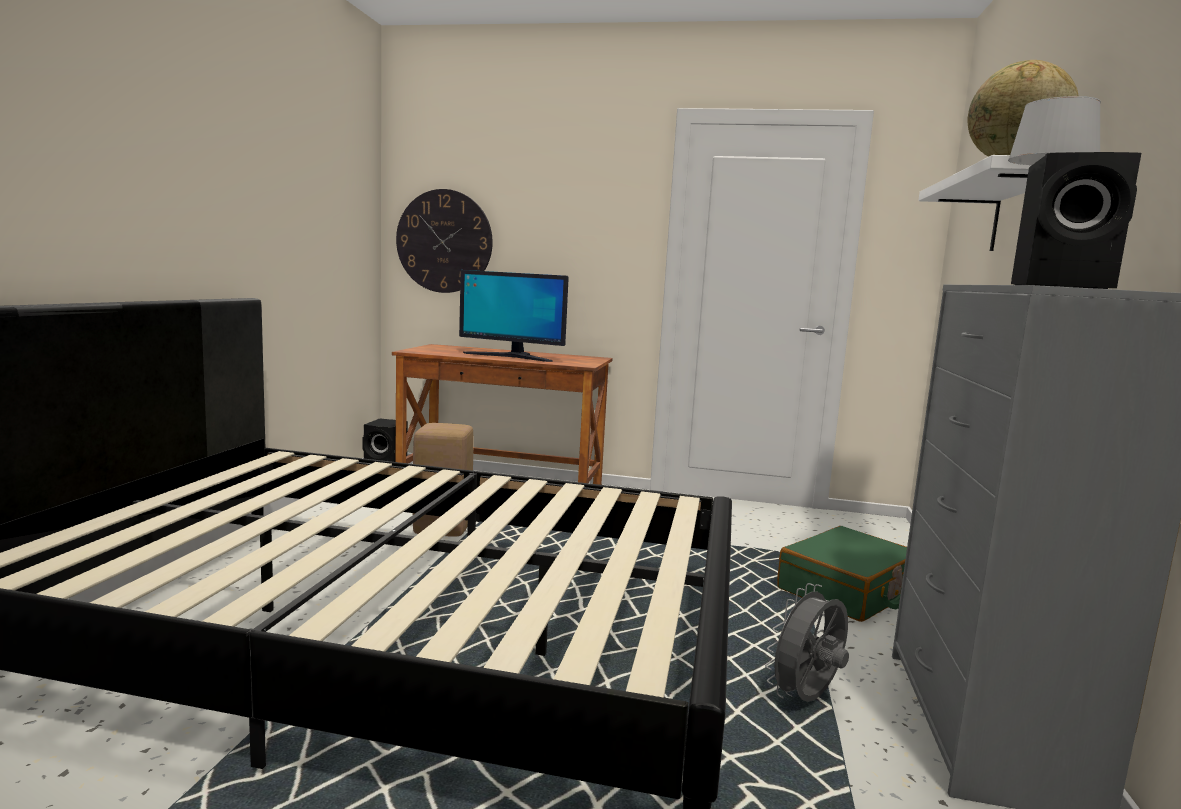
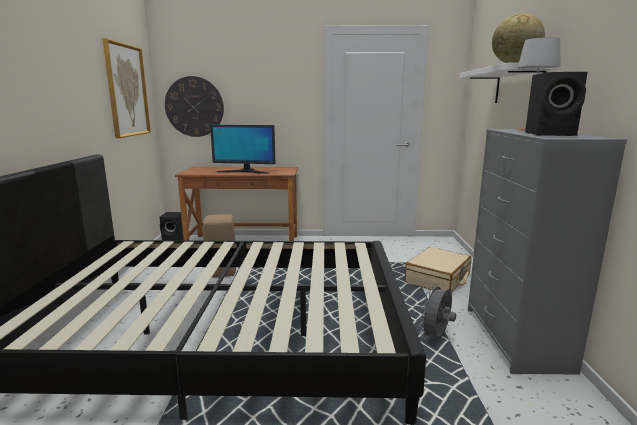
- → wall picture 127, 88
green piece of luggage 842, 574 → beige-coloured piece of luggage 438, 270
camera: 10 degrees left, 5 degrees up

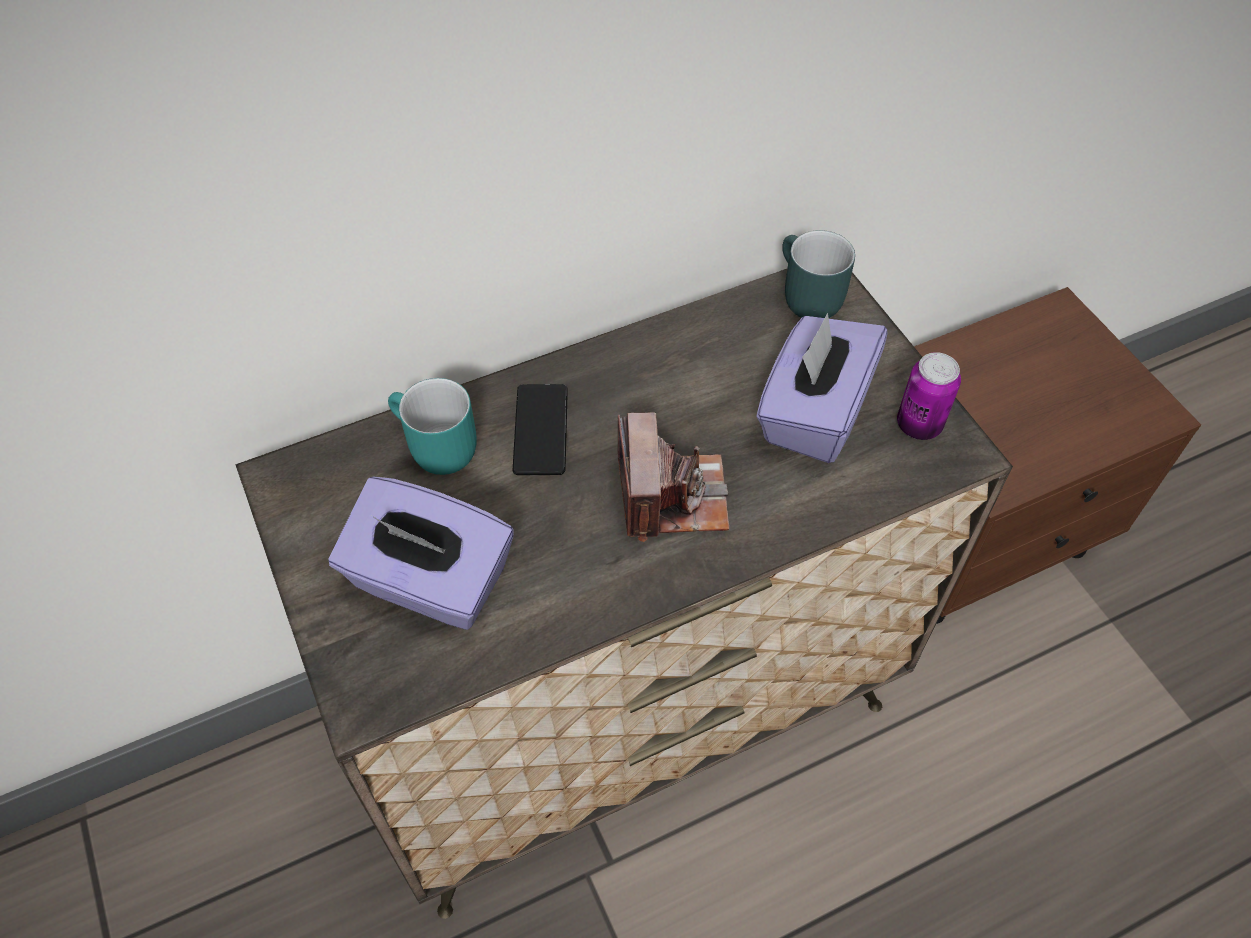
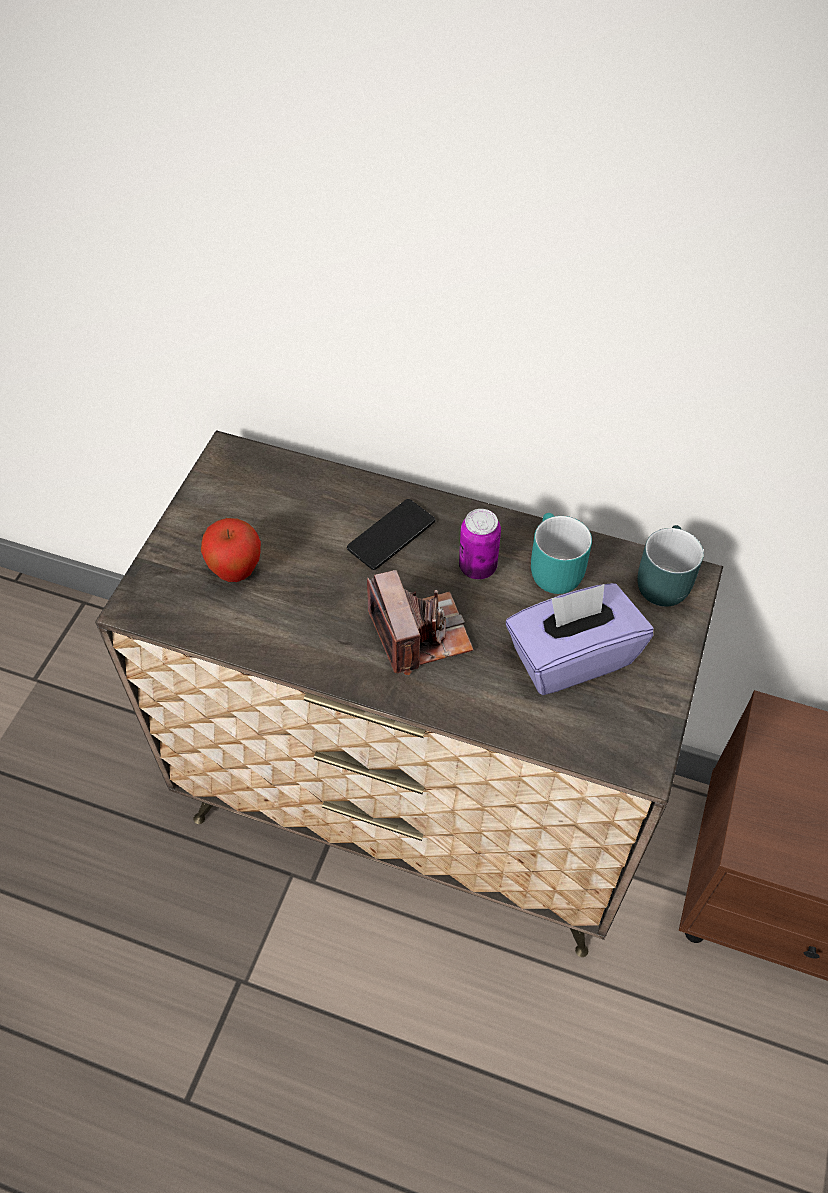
purple-coloured tissue holder 421, 553 → apple 231, 550
still camera 673, 477 → still camera 420, 622, 60 degrees counterclockwise
metal can 929, 396 → metal can 480, 544, relocated
turquoise-coloured tea mug 432, 426 → turquoise-coloured tea mug 561, 553, relocated
camera: 45 degrees right, 0 degrees up

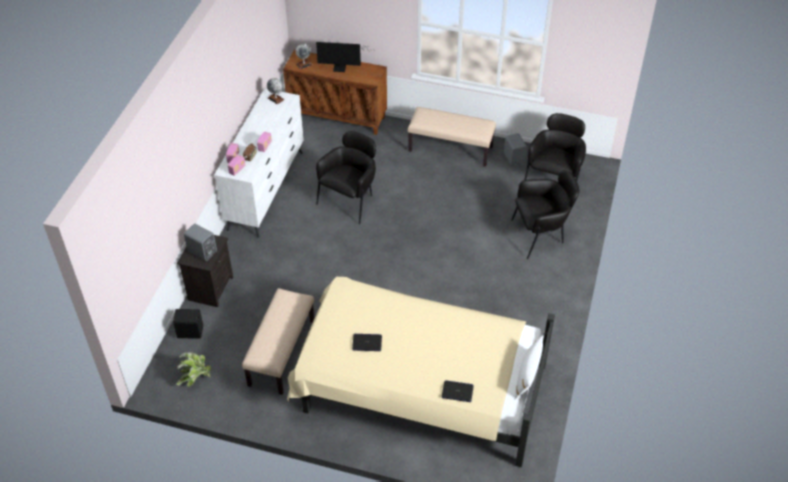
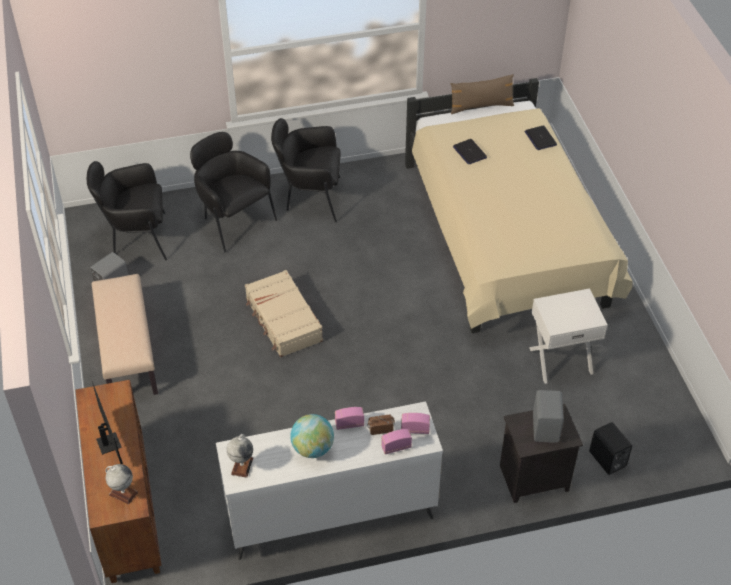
- → beige-coloured piece of luggage 284, 313
black lounge chair 346, 177 → black lounge chair 306, 170, relocated
- → desk globe 312, 436
whitish pillow 528, 367 → brownish pillow 483, 94
notebook computer 367, 342 → notebook computer 470, 151, relocated
beige-coloured indoor bench 278, 341 → whitish nightstand 568, 336
plant in a pot 193, 369 → -
camera: 120 degrees left, 0 degrees up

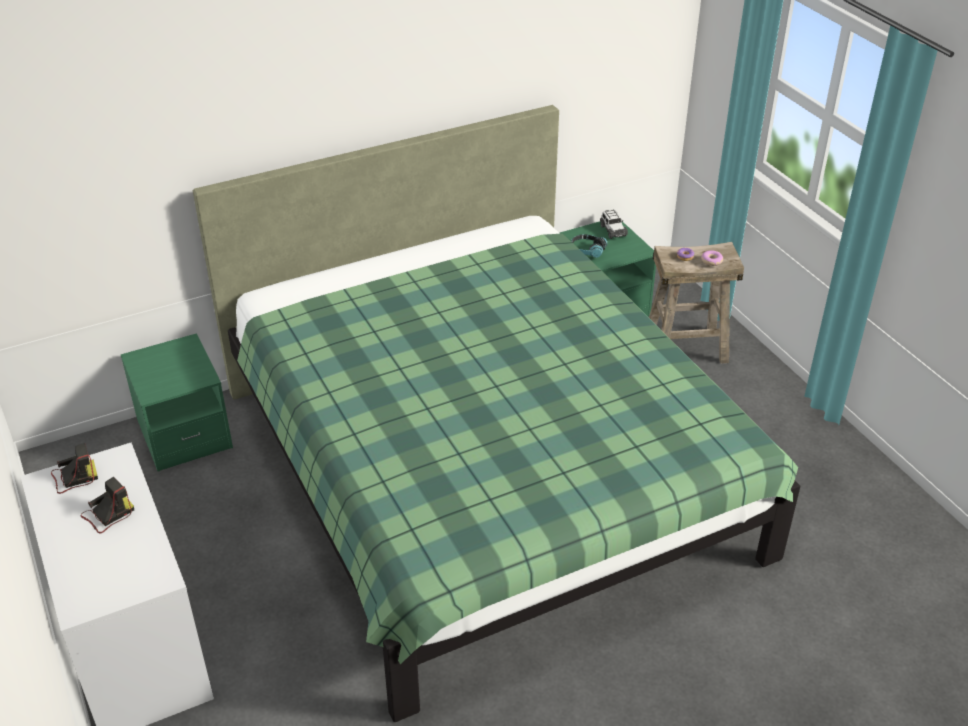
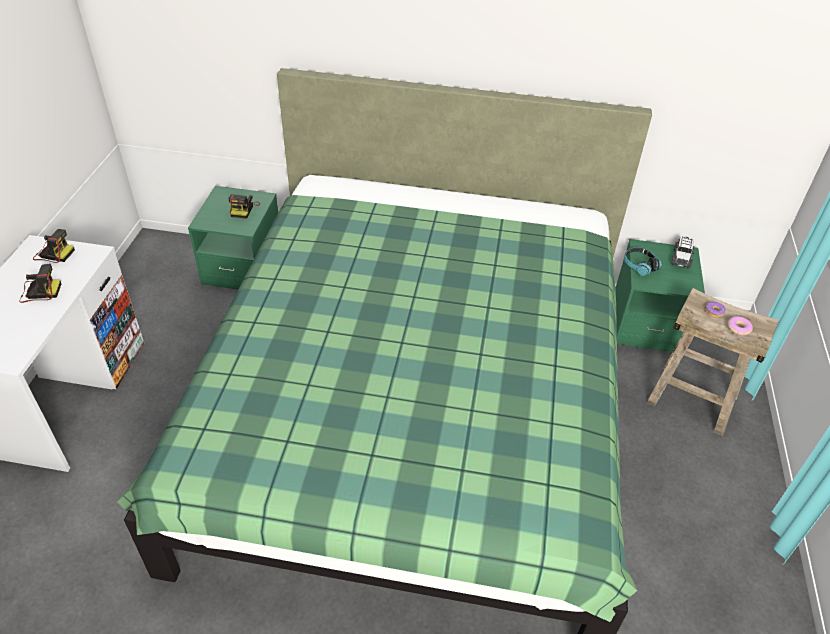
- → still camera 244, 206
camera: 35 degrees right, 5 degrees up

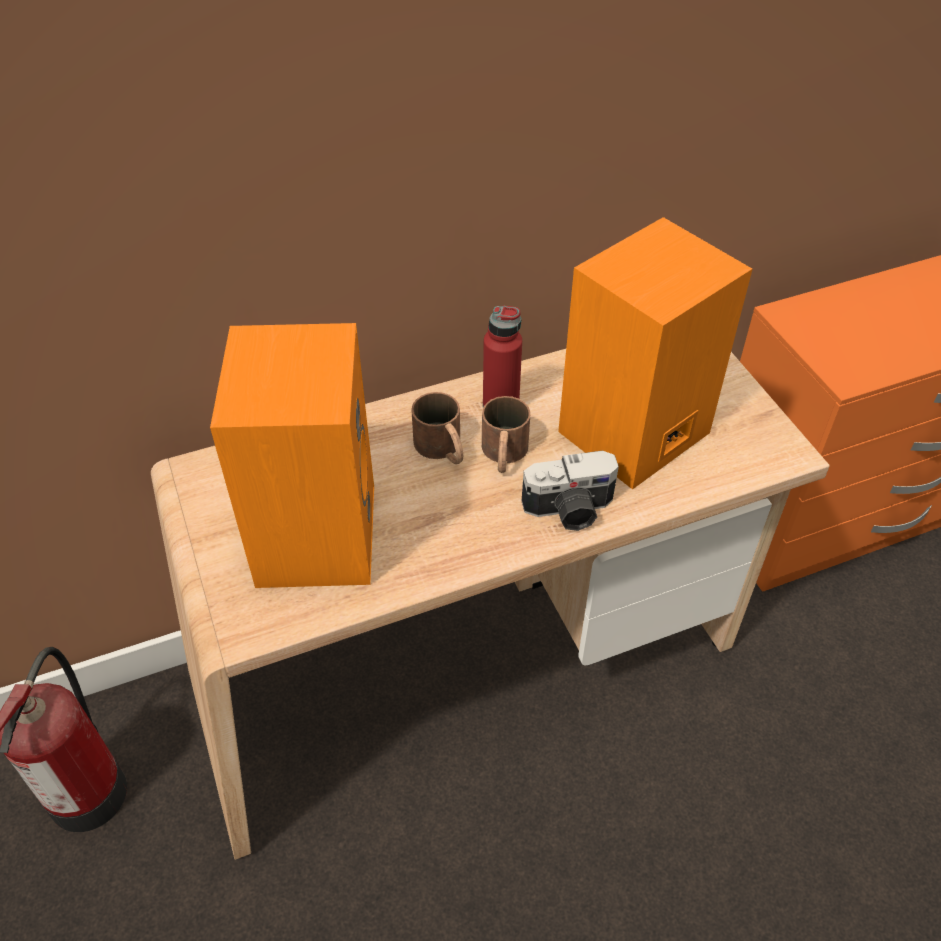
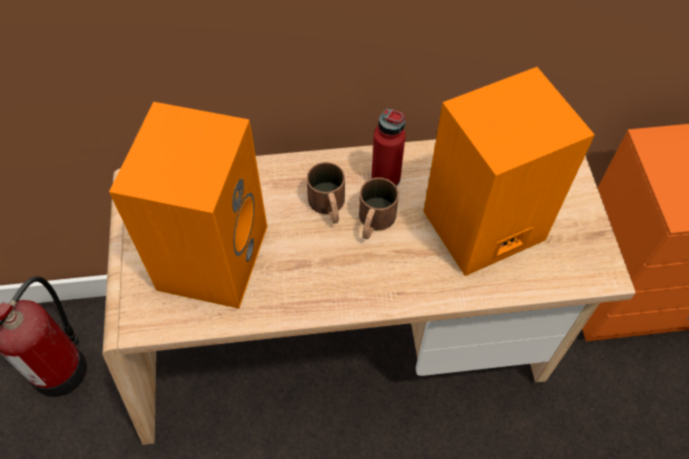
still camera 570, 490 → -
camera: 15 degrees right, 10 degrees up

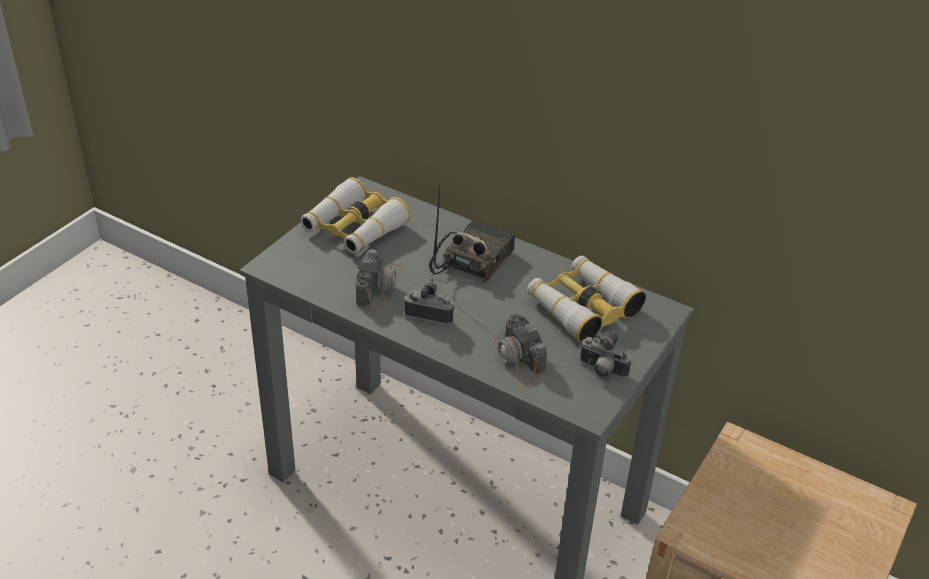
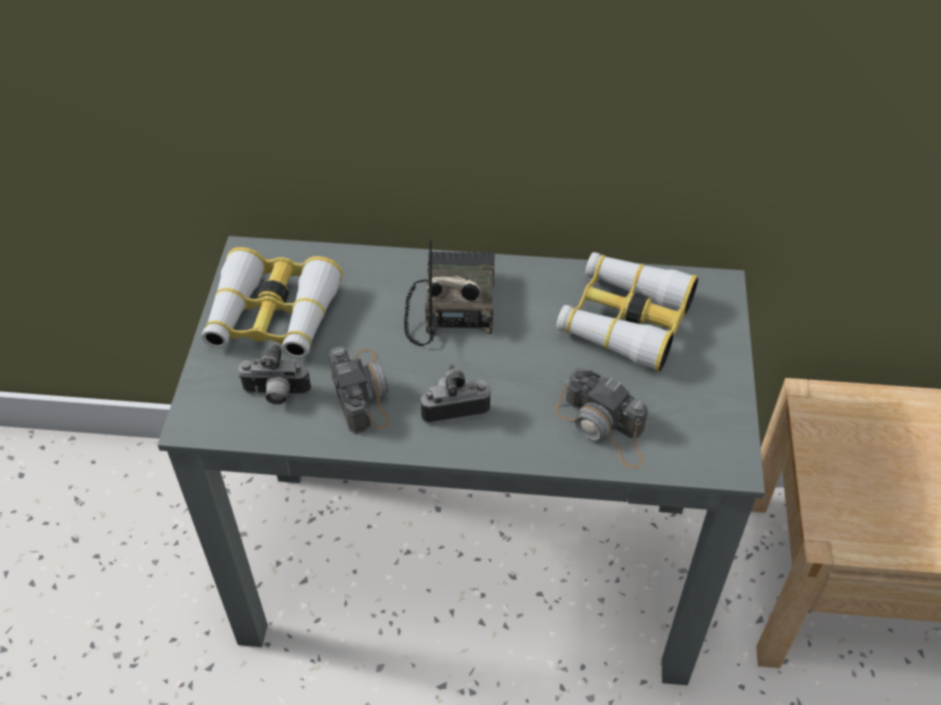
still camera 605, 355 → still camera 274, 374, relocated
camera: 25 degrees left, 10 degrees up

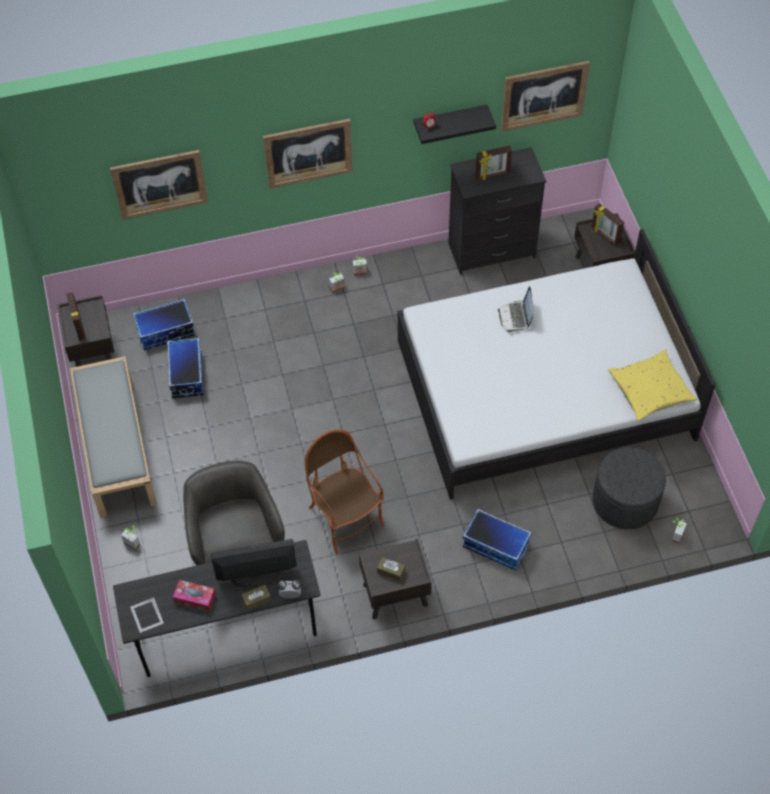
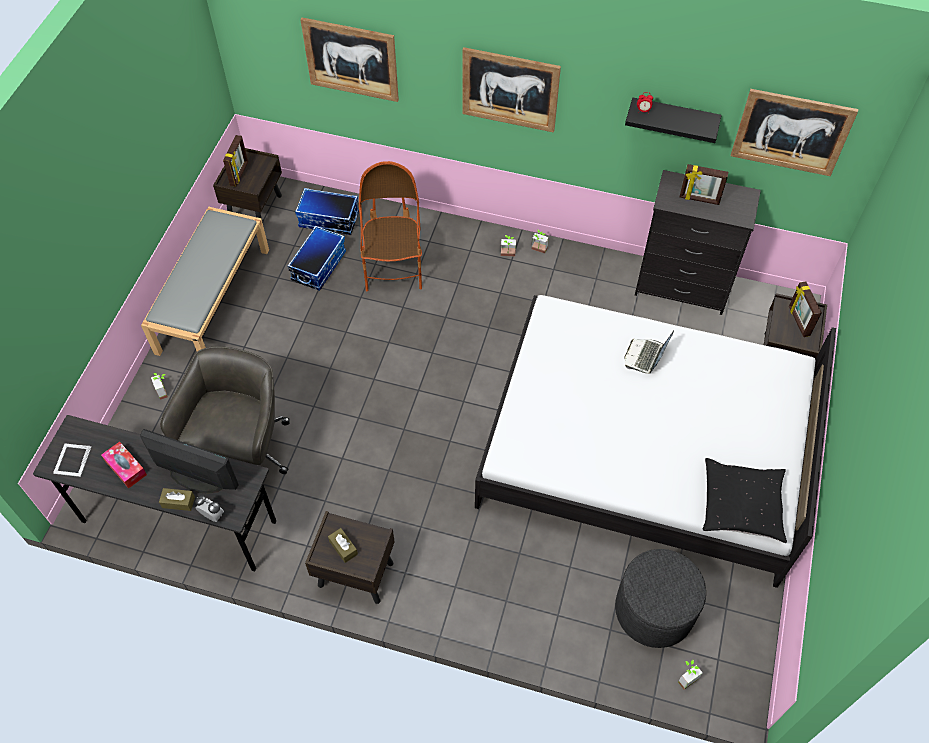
lounge chair 344, 491 → lounge chair 390, 226, relocated
yellow pillow 652, 385 → black pillow 745, 500
storage bin 497, 540 → -
camera: 30 degrees right, 0 degrees up

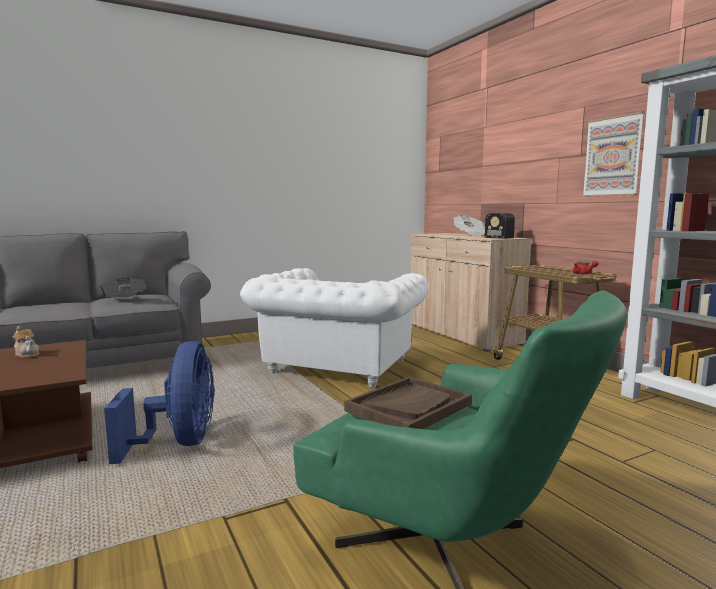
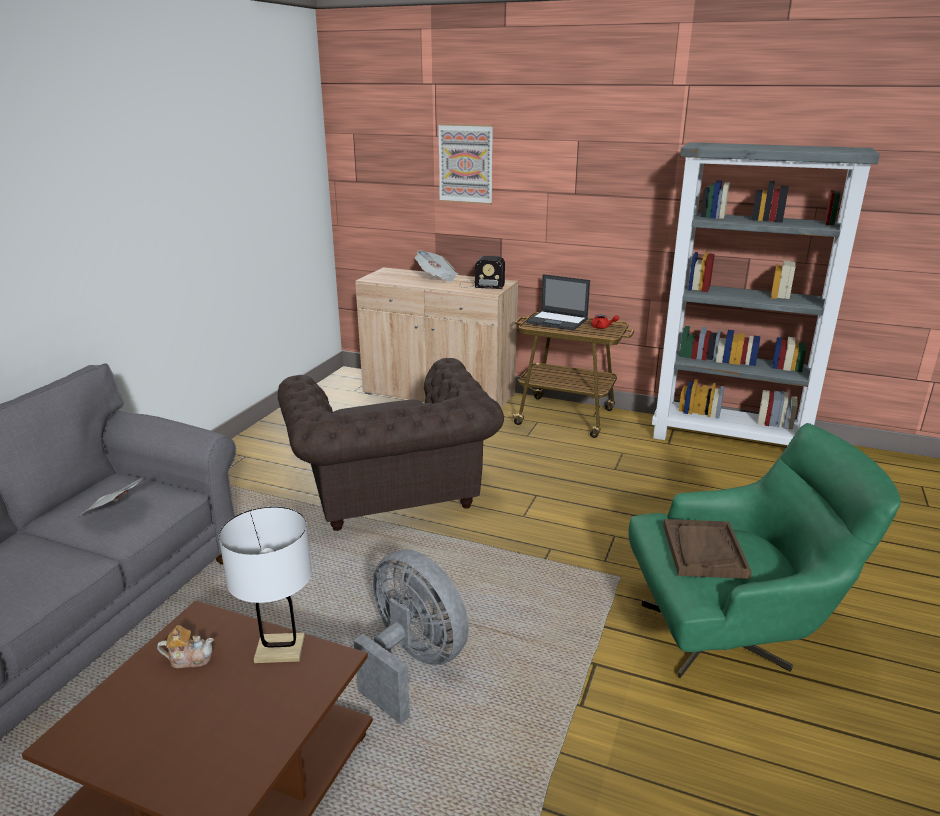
- → whitish table lamp 265, 585
whitish lounge chair 334, 328 → brownish lounge chair 391, 444
bluish fan 159, 402 → gray fan 411, 636
wall picture 613, 154 → wall picture 465, 164, relocated
- → notebook computer 558, 302
camera: 40 degrees left, 15 degrees up

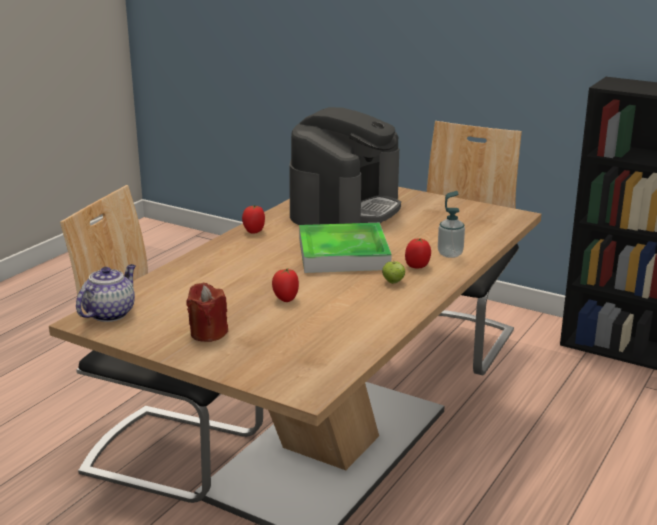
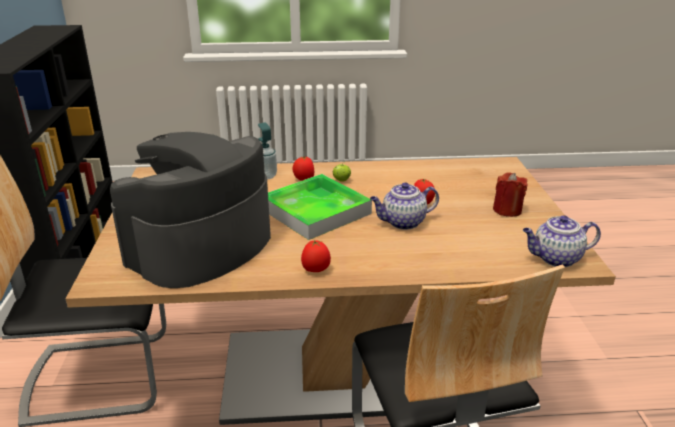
coffee maker 345, 166 → coffee maker 190, 210, 45 degrees counterclockwise
- → pot for tea 404, 206
camera: 125 degrees left, 5 degrees up

